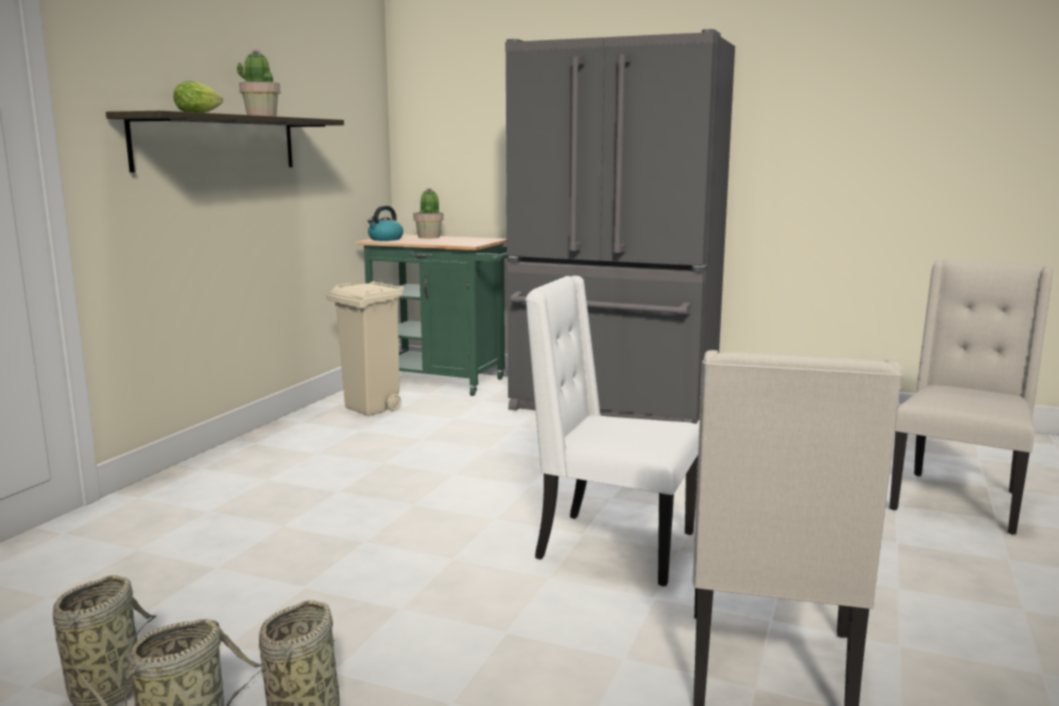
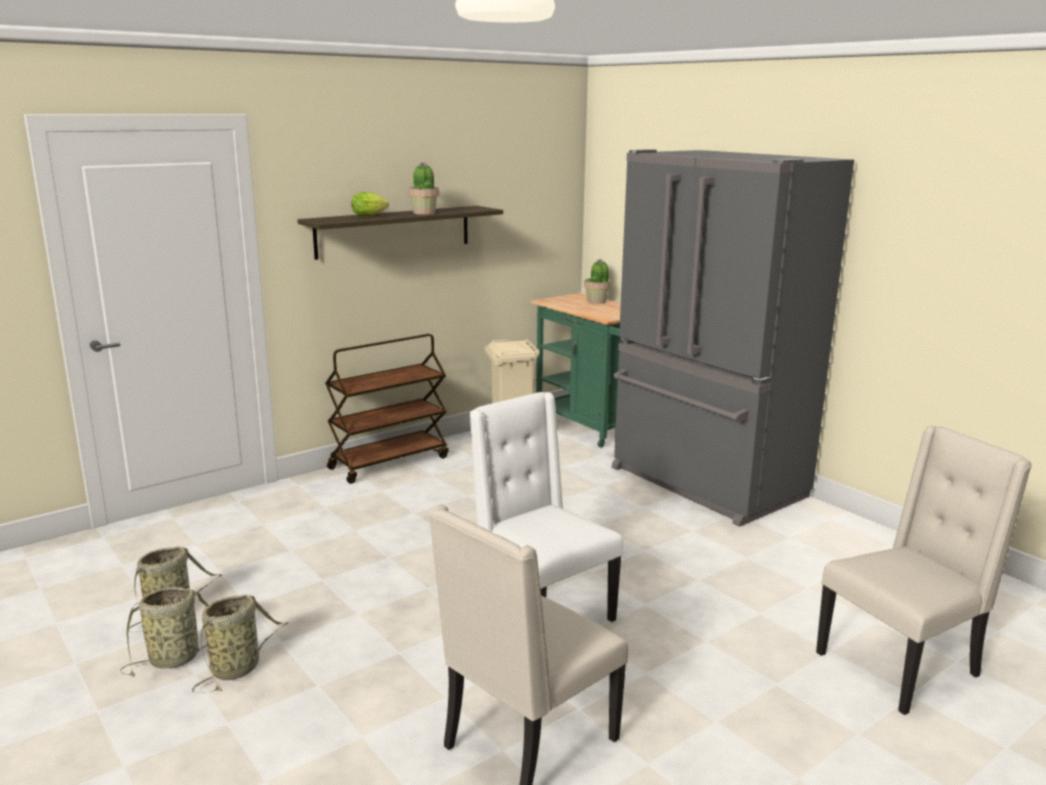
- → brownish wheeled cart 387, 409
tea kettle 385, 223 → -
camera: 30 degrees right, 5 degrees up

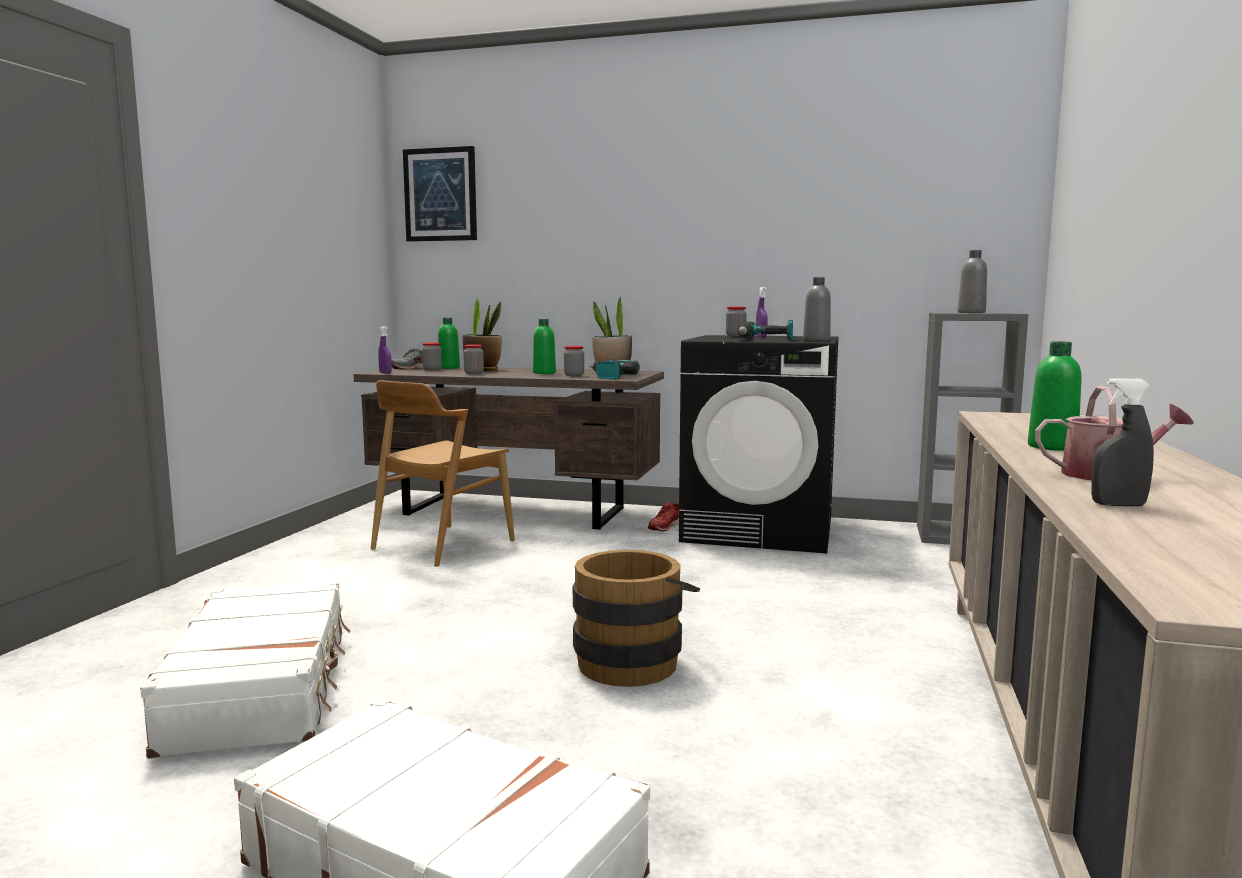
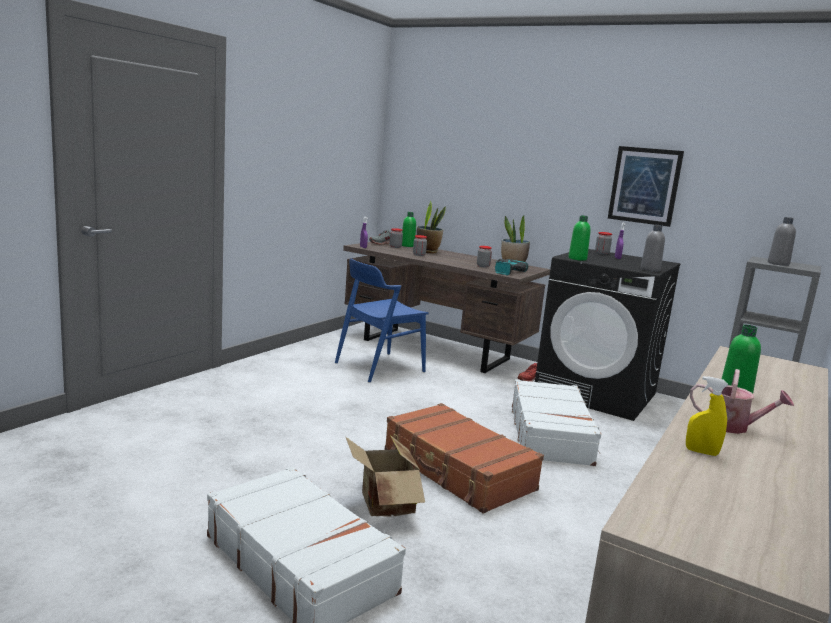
brownish chair 443, 473 → bluish chair 381, 320
- → cardboard box 385, 476
brownish water bucket 636, 618 → brownish piece of luggage 464, 458
whitish piece of luggage 245, 670 → whitish piece of luggage 556, 422, relocated
green drink bottle 544, 346 → green drink bottle 579, 238, relocated
wall picture 440, 194 → wall picture 646, 186, relocated
gray sprayer 1122, 442 → yellow sprayer 707, 416
drill 765, 330 → -
camera: 15 degrees right, 5 degrees up

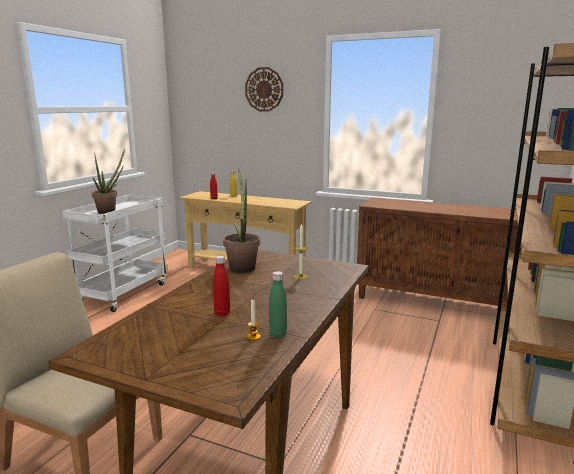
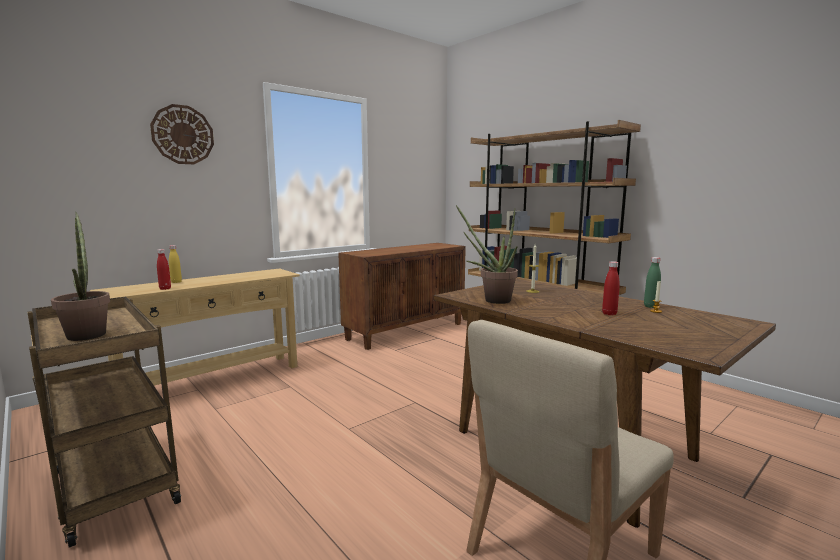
whitish wheeled cart 115, 253 → brownish wheeled cart 104, 422
camera: 65 degrees left, 5 degrees down

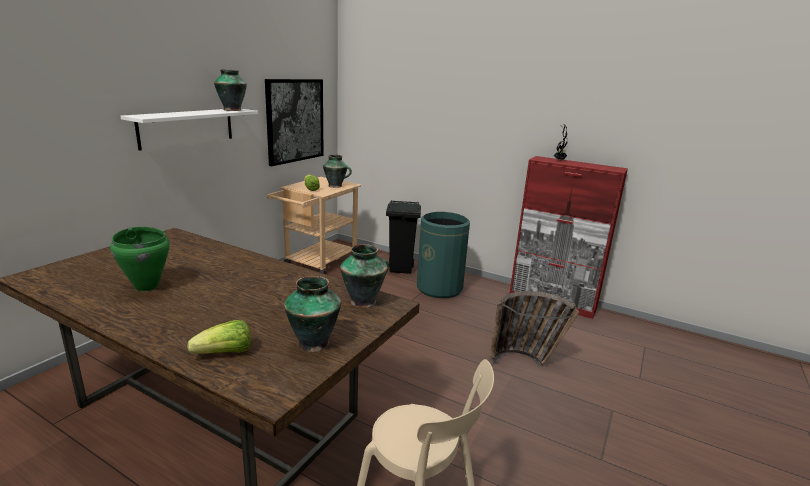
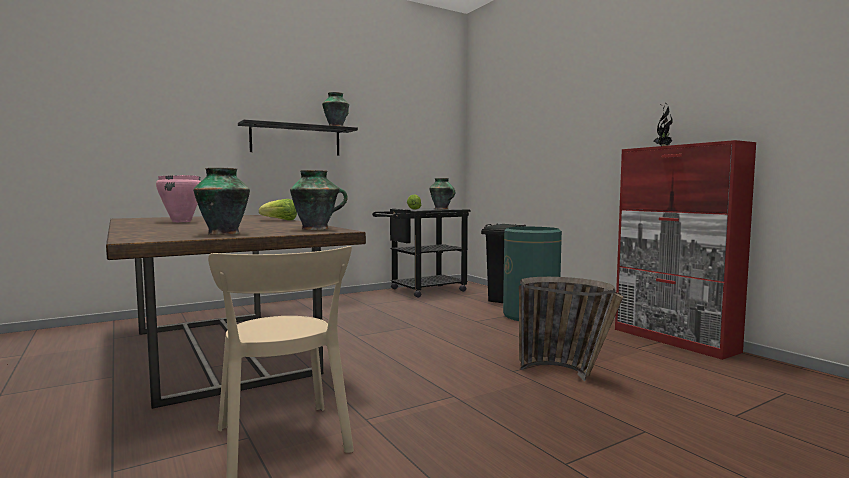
green stockpot 140, 259 → pink-coloured stockpot 178, 198
whitish shelf 189, 130 → black shelf 298, 138
lettuce 219, 337 → lettuce 278, 210, relocated
beige-coloured wheeled cart 314, 225 → black wheeled cart 421, 253
wall picture 294, 122 → -
camera: 30 degrees right, 15 degrees down

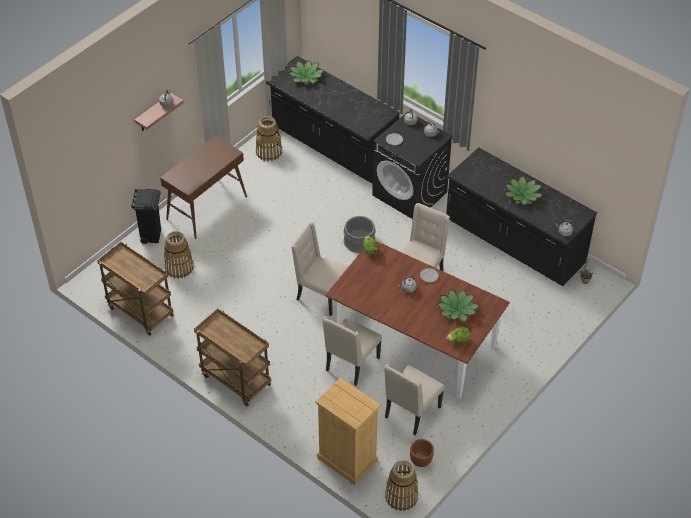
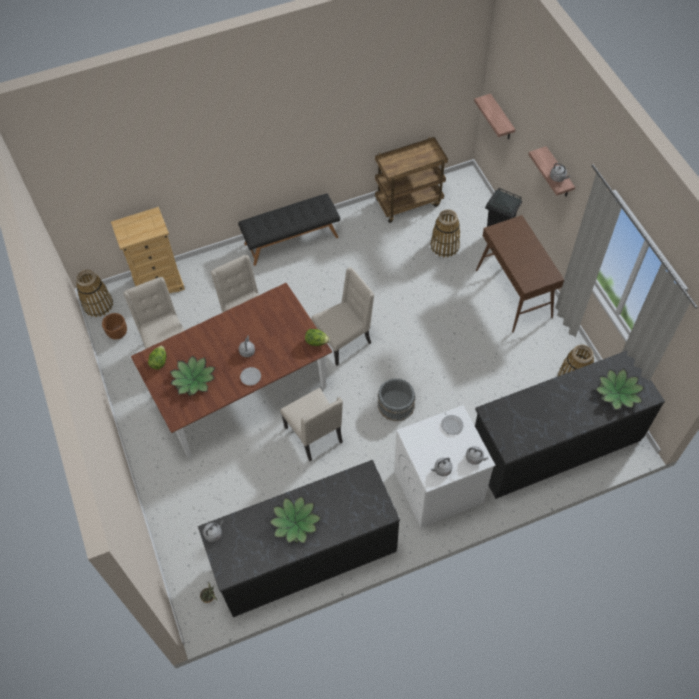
brownish wheeled cart 232, 357 → black indoor bench 289, 229
black laundry machine 412, 165 → whitish laundry machine 445, 466
- → shelf 495, 117
camera: 120 degrees right, 10 degrees up

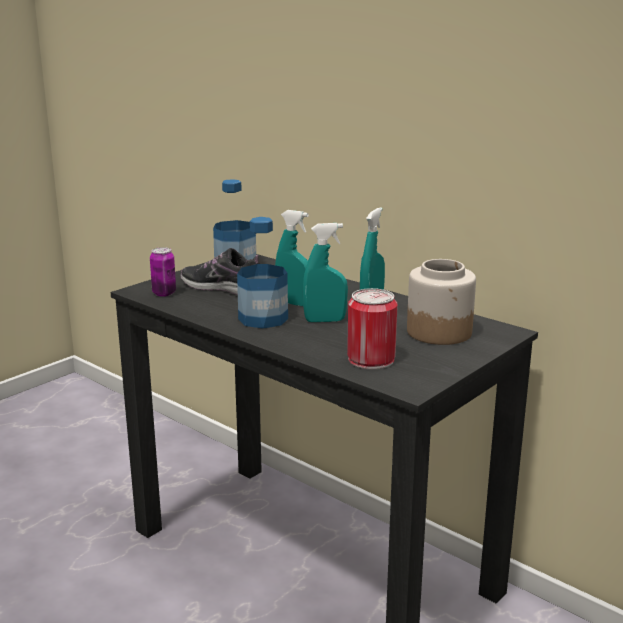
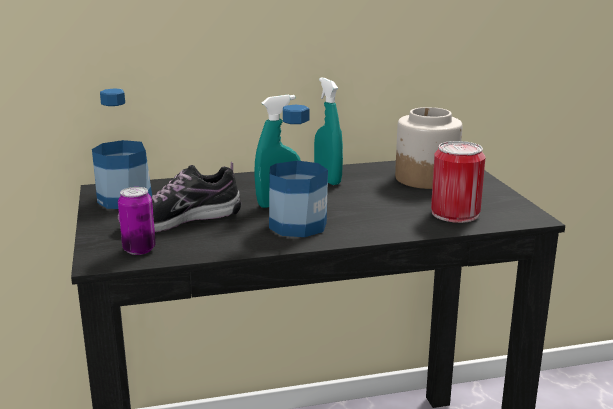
turquoise-coloured sprayer 325, 272 → -
camera: 55 degrees left, 0 degrees up

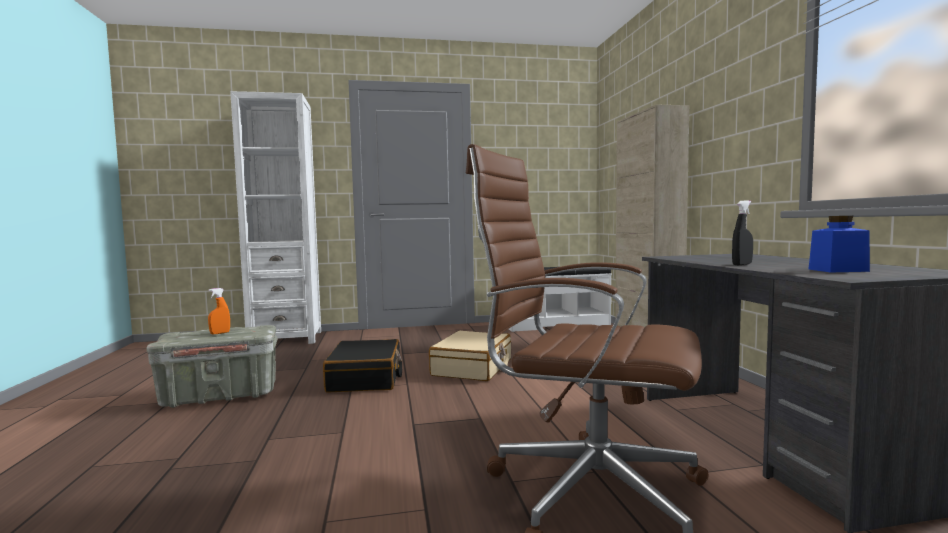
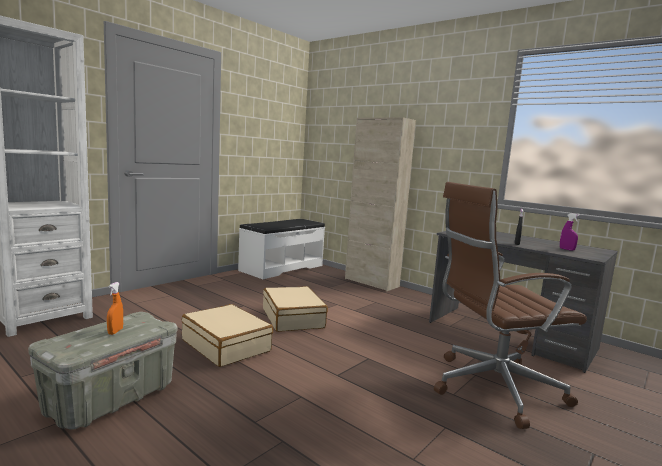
black piece of luggage 362, 366 → beige-coloured piece of luggage 227, 335
bluish jar 839, 244 → purple-coloured sprayer 570, 232
camera: 40 degrees left, 5 degrees up

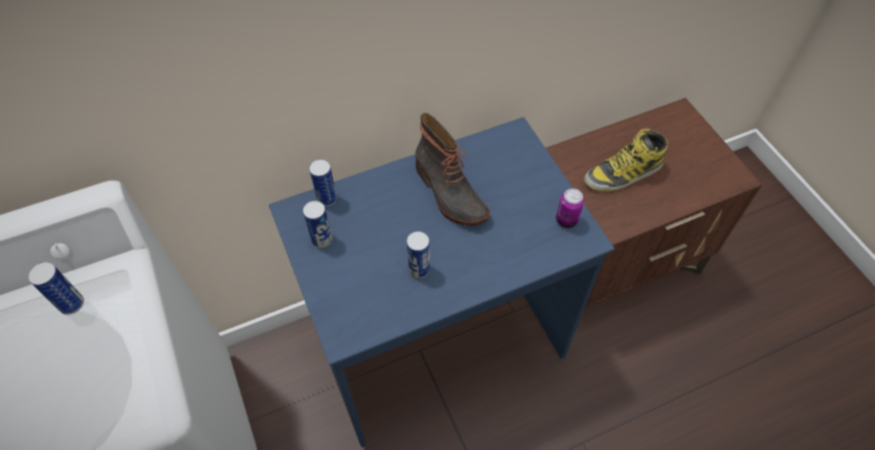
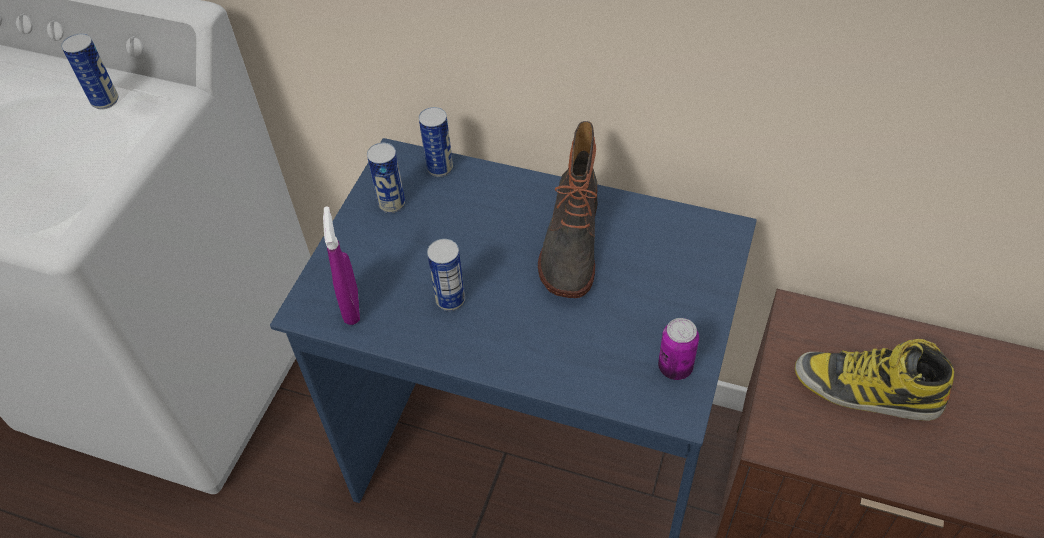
- → purple-coloured sprayer 341, 265
camera: 45 degrees right, 5 degrees down

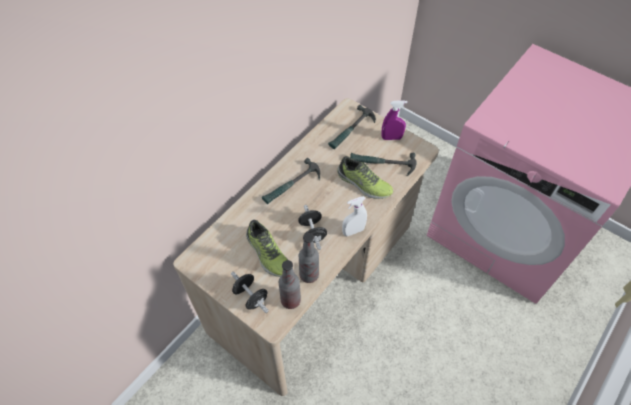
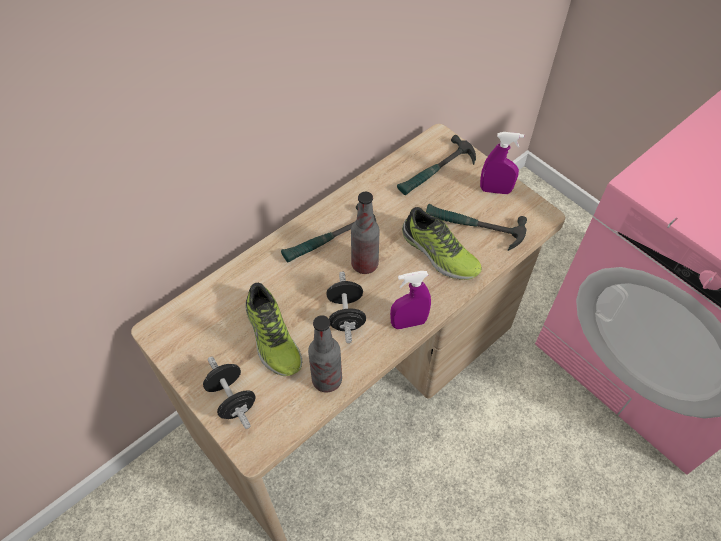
drink bottle 290, 284 → drink bottle 365, 233, relocated
whitish sprayer 354, 216 → purple-coloured sprayer 410, 300
camera: 10 degrees right, 0 degrees up

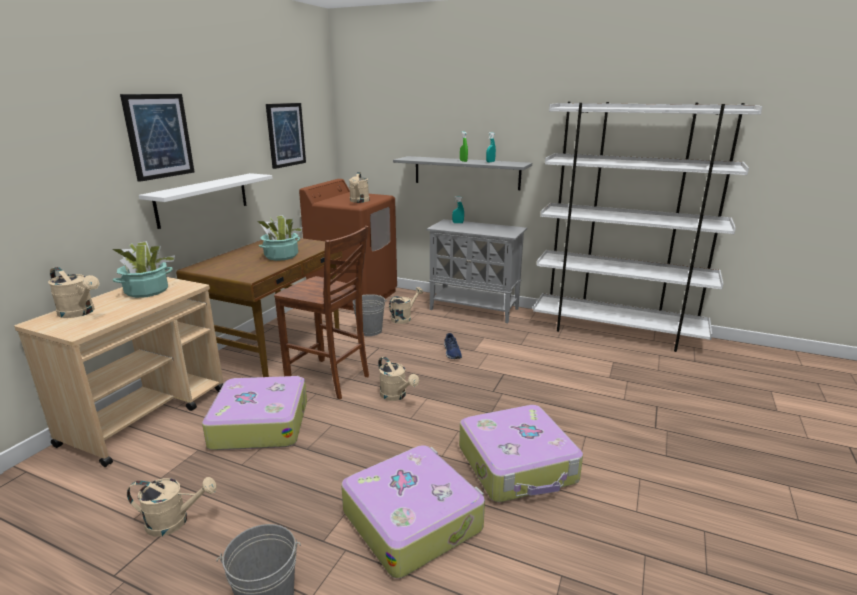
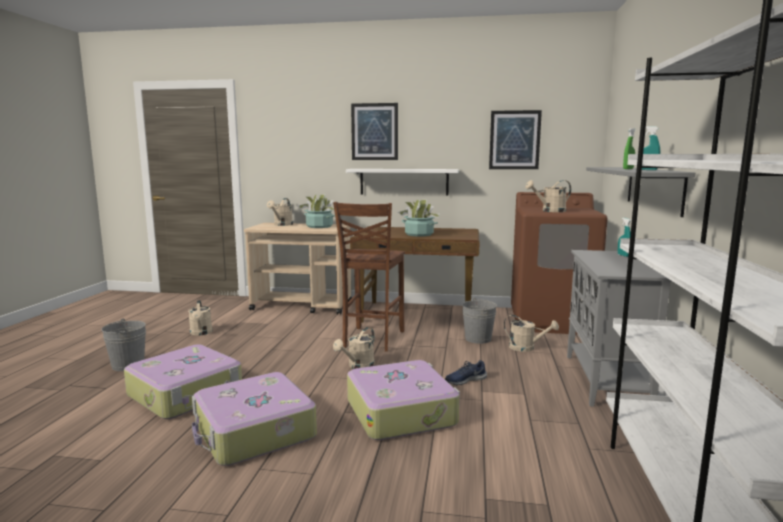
piece of luggage 254, 413 → piece of luggage 403, 400, relocated
camera: 75 degrees right, 10 degrees down

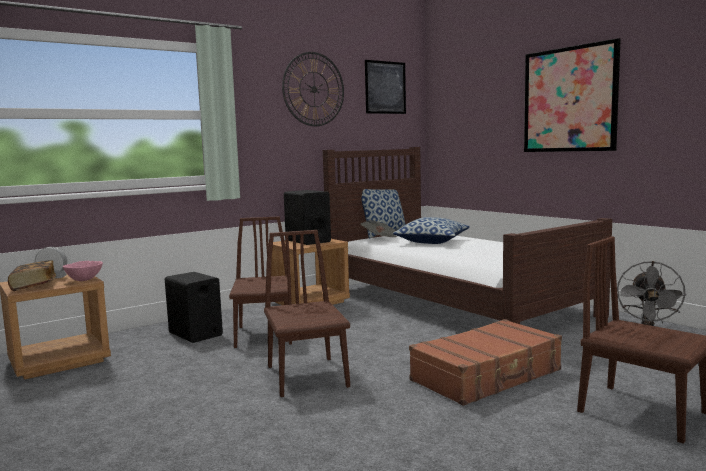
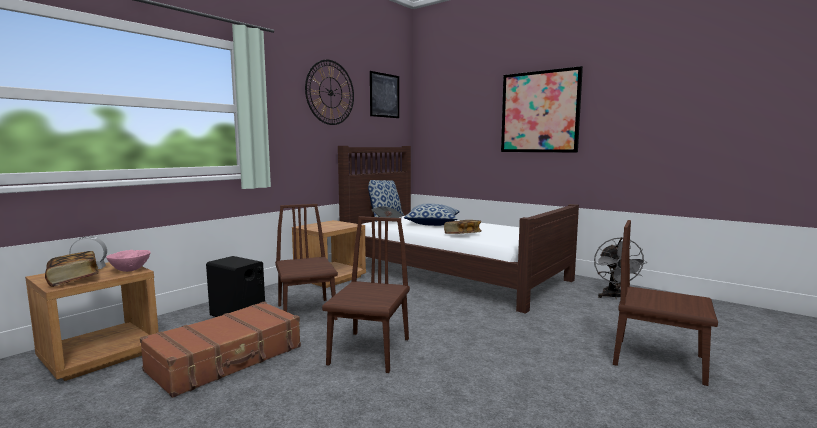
brownish piece of luggage 485, 362 → brownish piece of luggage 220, 350, relocated
brownish chair 307, 313 → brownish chair 366, 294, 45 degrees clockwise
- → book 463, 227
black speaker 307, 217 → -
camera: 15 degrees left, 0 degrees up

